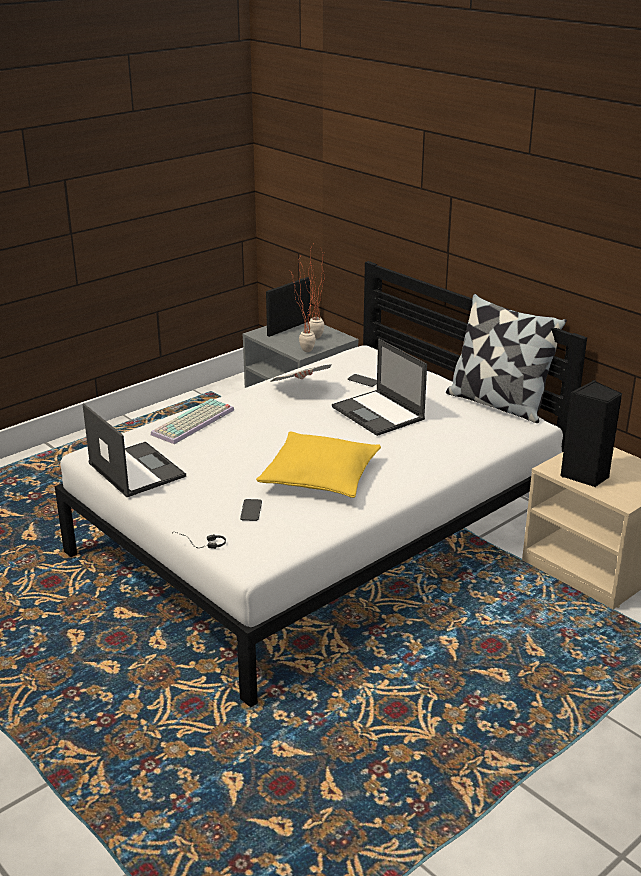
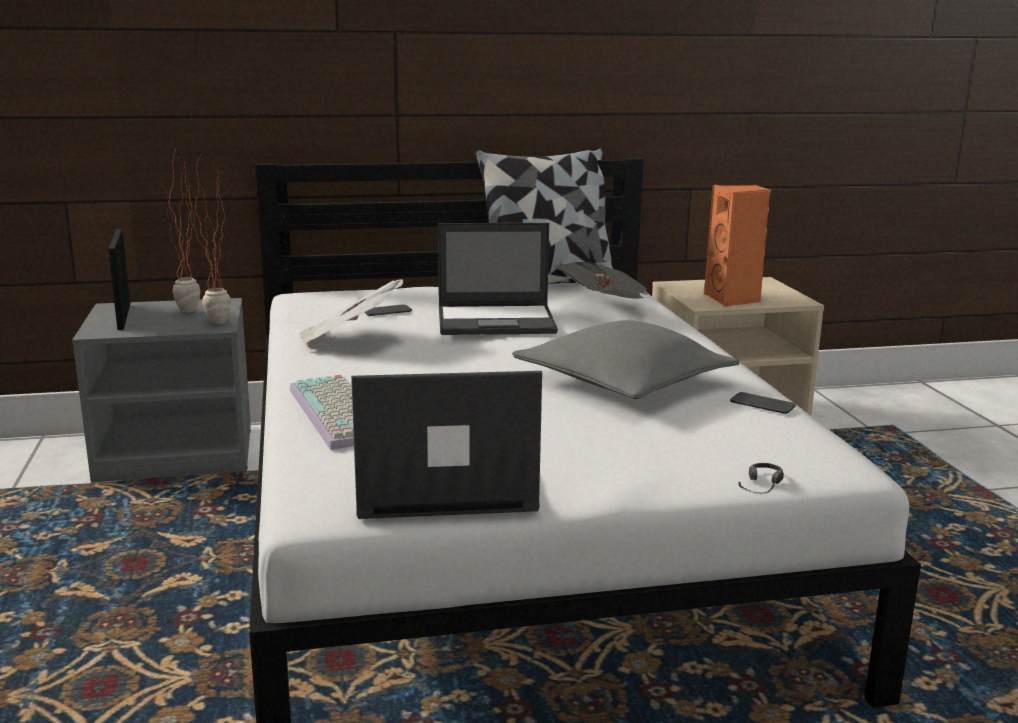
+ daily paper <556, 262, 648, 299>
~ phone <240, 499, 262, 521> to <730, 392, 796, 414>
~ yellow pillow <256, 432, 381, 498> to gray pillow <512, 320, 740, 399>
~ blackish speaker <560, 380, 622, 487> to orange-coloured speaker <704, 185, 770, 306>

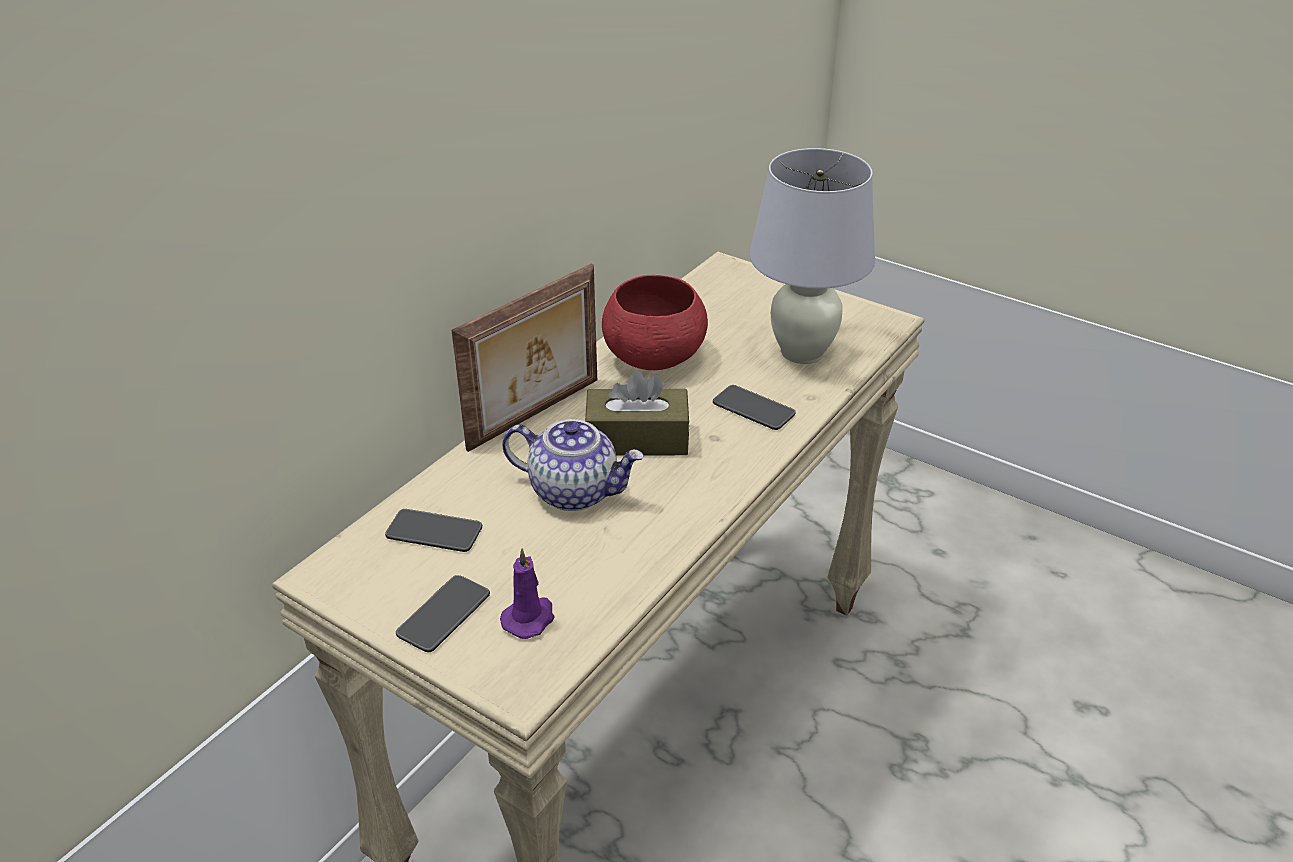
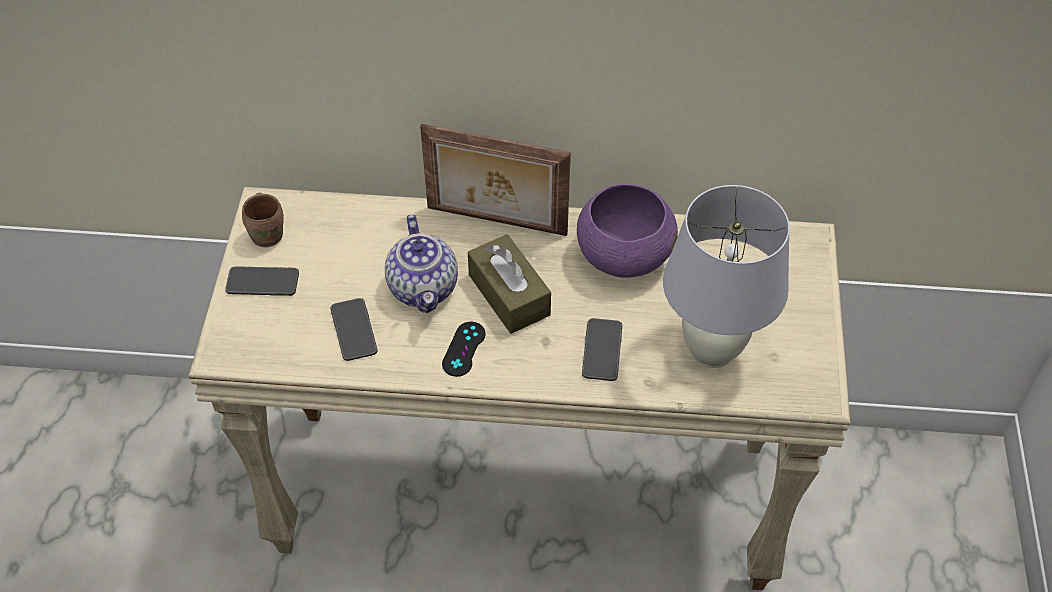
- purplish candle <500, 548, 555, 639>
+ brown coffee mug <242, 193, 284, 247>
+ blackish joypad <442, 322, 486, 377>
~ phone <385, 509, 482, 552> to <331, 298, 378, 361>
~ red bowl <602, 275, 708, 370> to purplish bowl <577, 184, 678, 277>

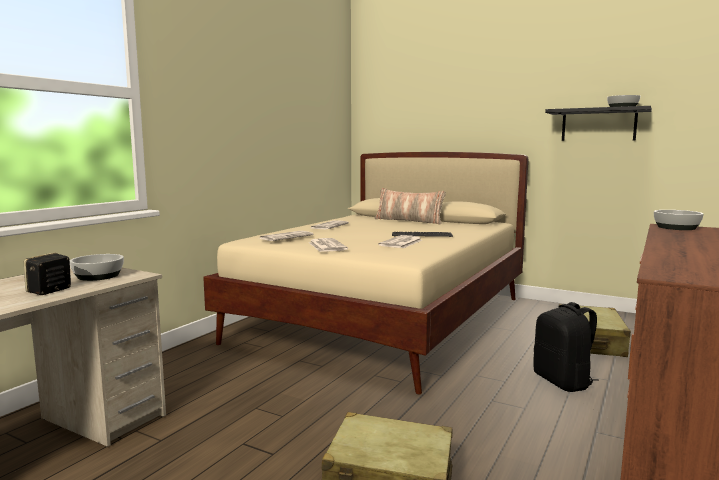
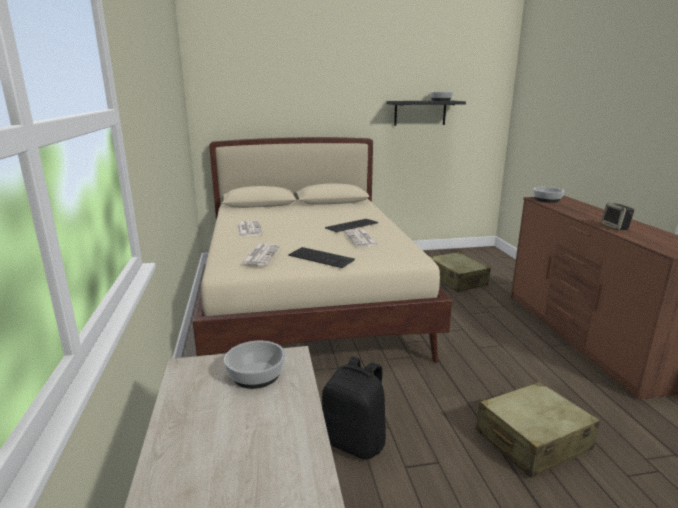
- pillow <375, 188, 446, 224>
~ speaker <24, 253, 71, 295> to <601, 203, 634, 230>
~ blackish knapsack <533, 302, 599, 392> to <322, 357, 386, 460>
~ daily paper <309, 238, 348, 252> to keyboard <288, 247, 355, 268>

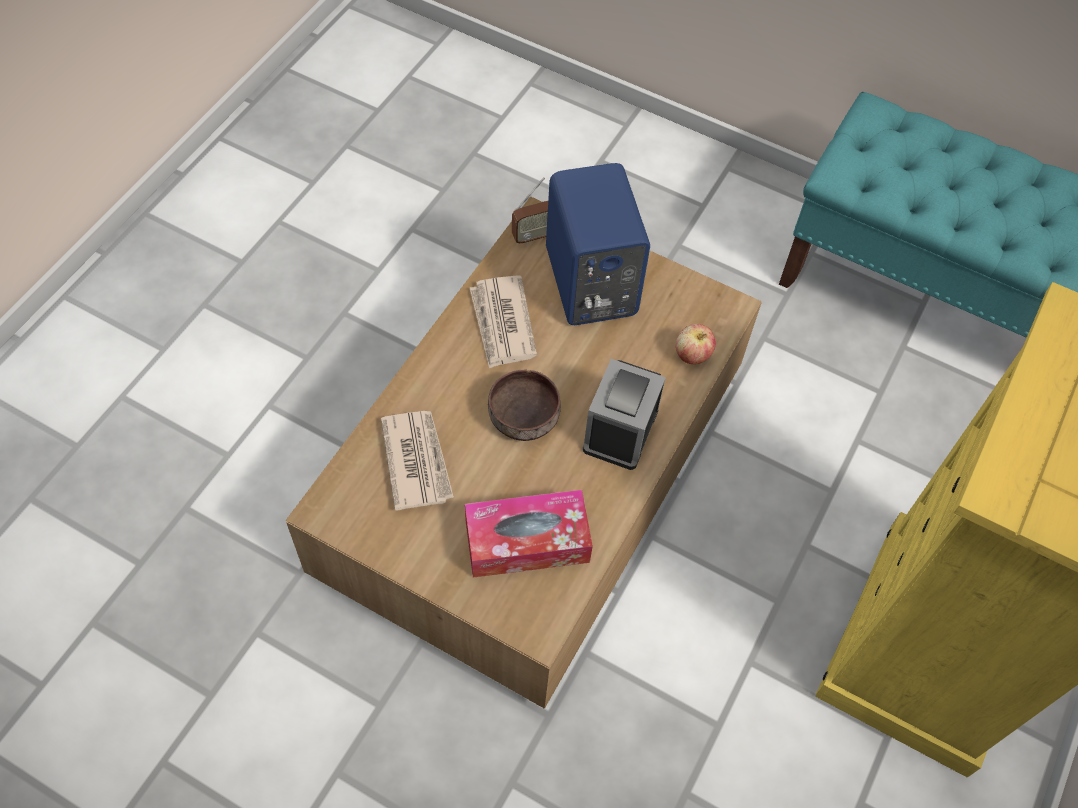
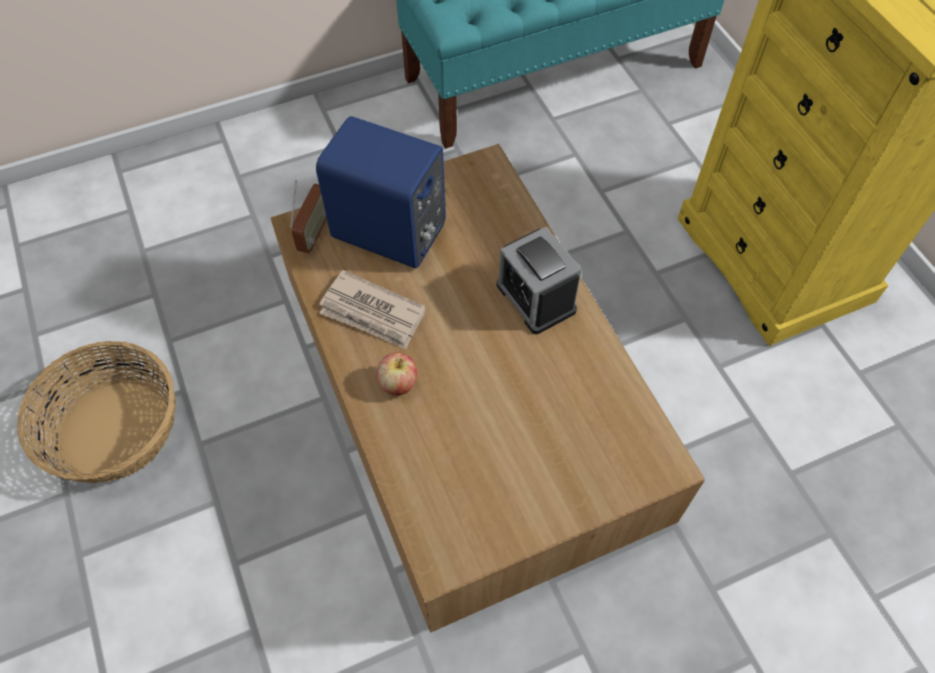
- daily paper <381, 411, 454, 511>
- tissue box <465, 490, 593, 578>
- brown bowl <488, 370, 561, 441>
+ storage basket <17, 341, 176, 483>
~ whole apple <676, 324, 716, 364> to <377, 352, 417, 395>

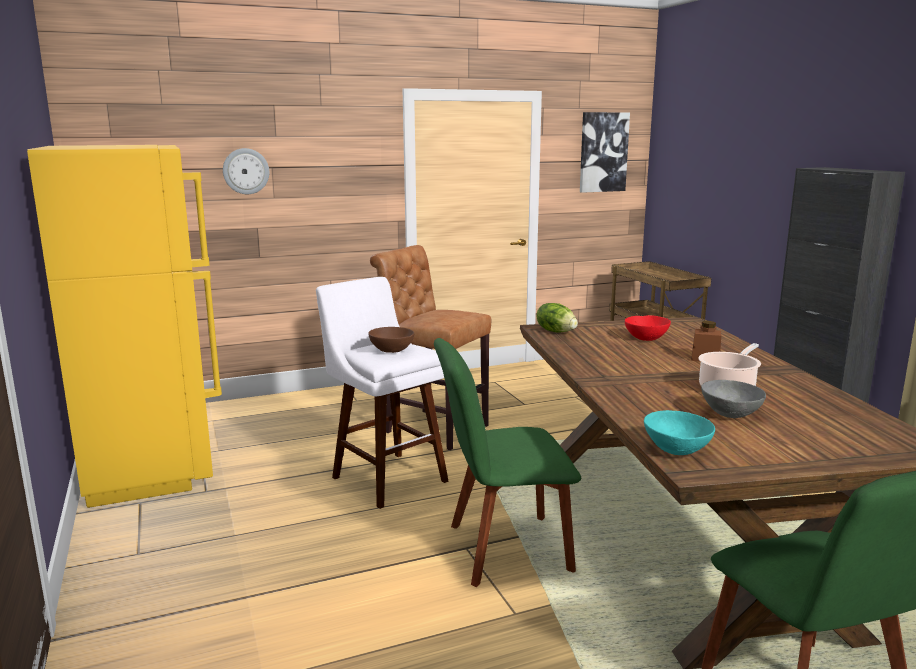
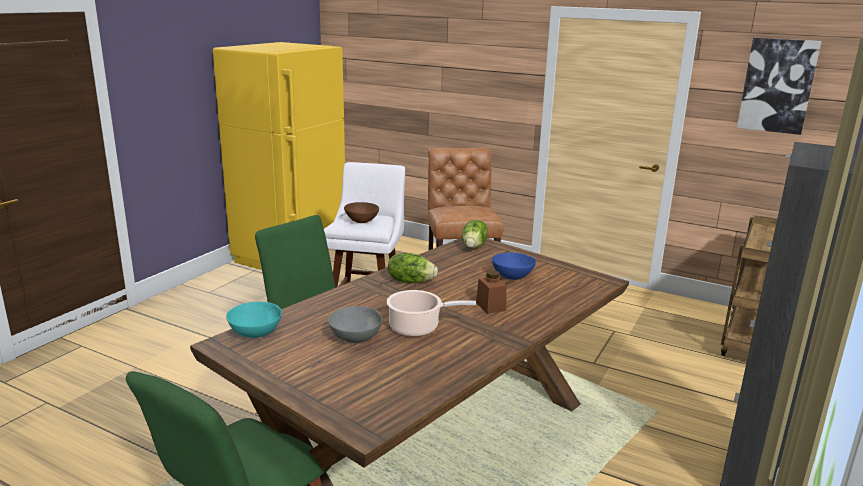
- clock on the wall <223, 148, 269, 194>
+ lettuce head <388, 253, 438, 283>
~ red bowl <625, 315, 671, 341> to blue-coloured bowl <492, 253, 536, 280>

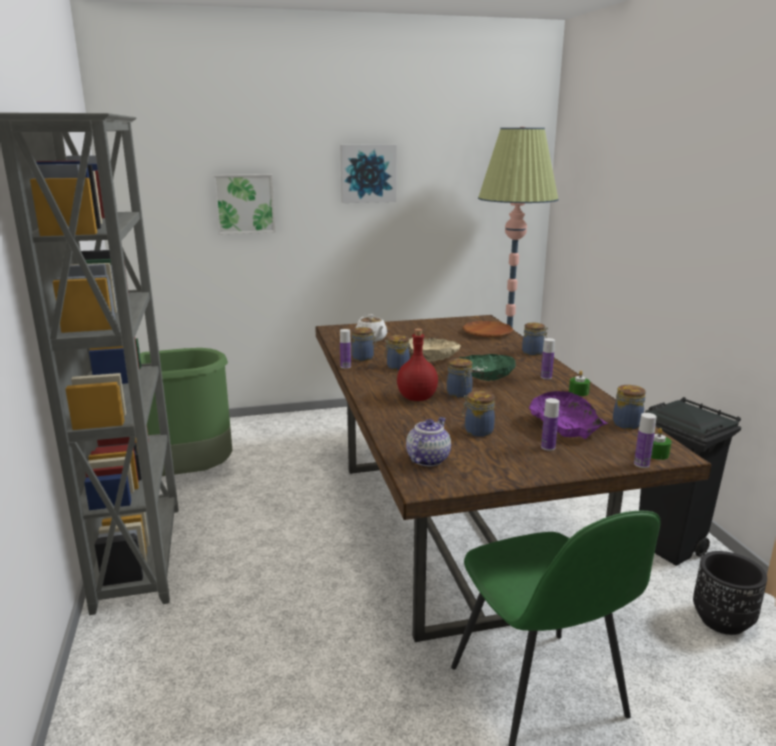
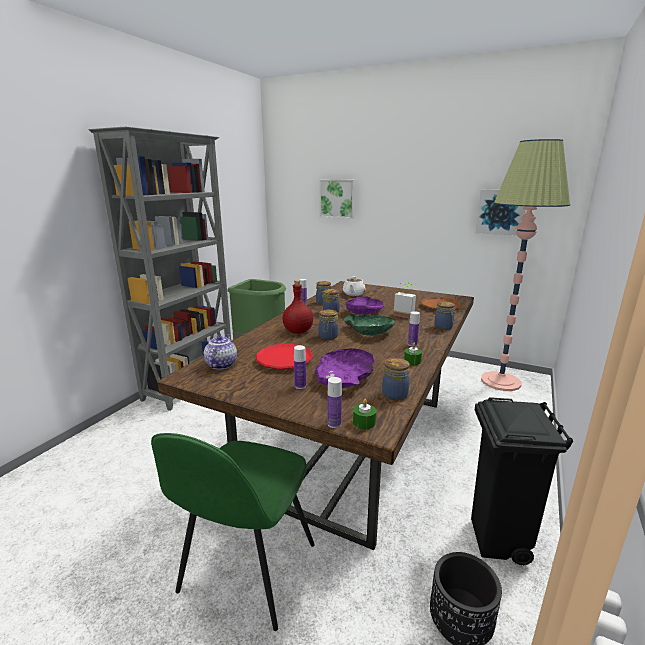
+ houseplant <394, 283, 416, 318>
~ wall art <340, 144, 397, 203> to <475, 189, 525, 236>
~ storage jar <462, 391, 495, 437> to red plate <256, 344, 313, 370>
~ sand-coloured bowl <409, 338, 460, 361> to purplish bowl <346, 296, 384, 315>
~ teapot <406, 417, 451, 466> = <204, 334, 237, 370> 60 degrees counterclockwise

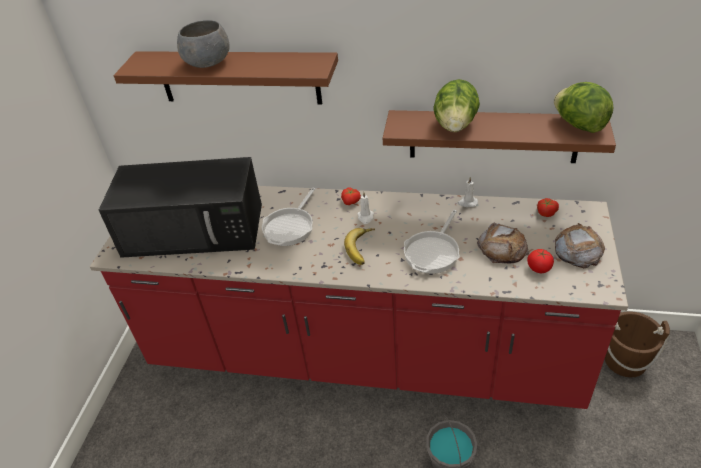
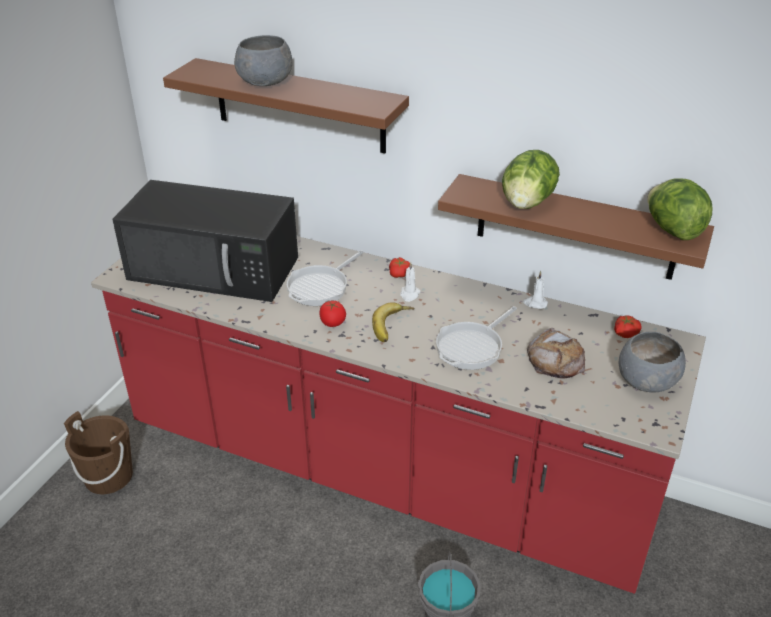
~ whole tomato <527, 249, 554, 273> to <319, 301, 346, 327>
~ brown water bucket <605, 311, 670, 377> to <64, 411, 133, 494>
~ baked bread <555, 223, 605, 268> to gray bowl <619, 332, 686, 392>

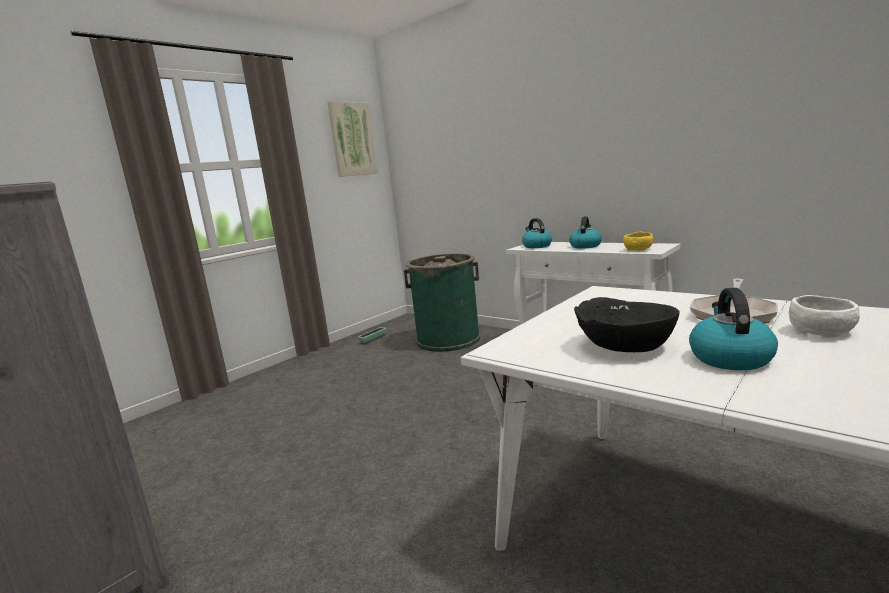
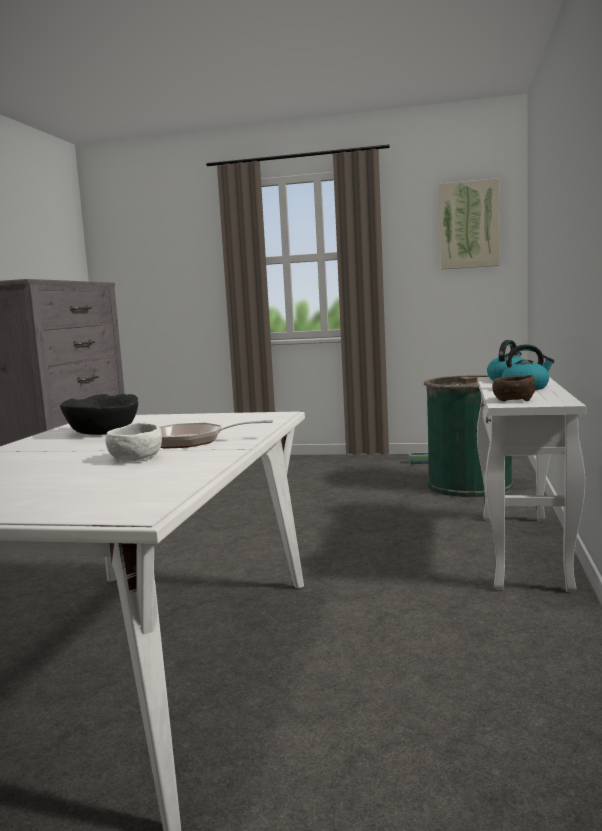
- water kettle <689, 288, 778, 370>
~ yellow bowl <623, 232, 653, 251> to brown bowl <493, 375, 535, 401>

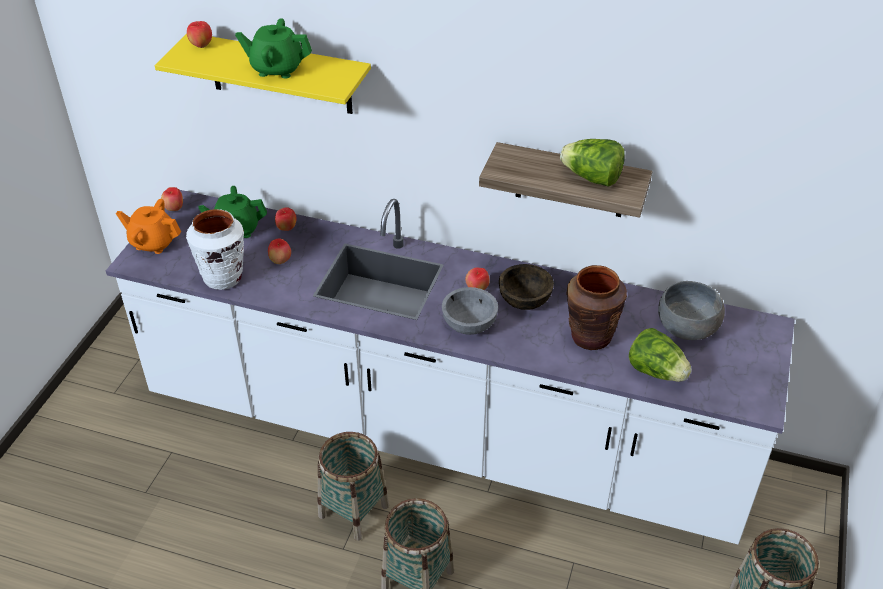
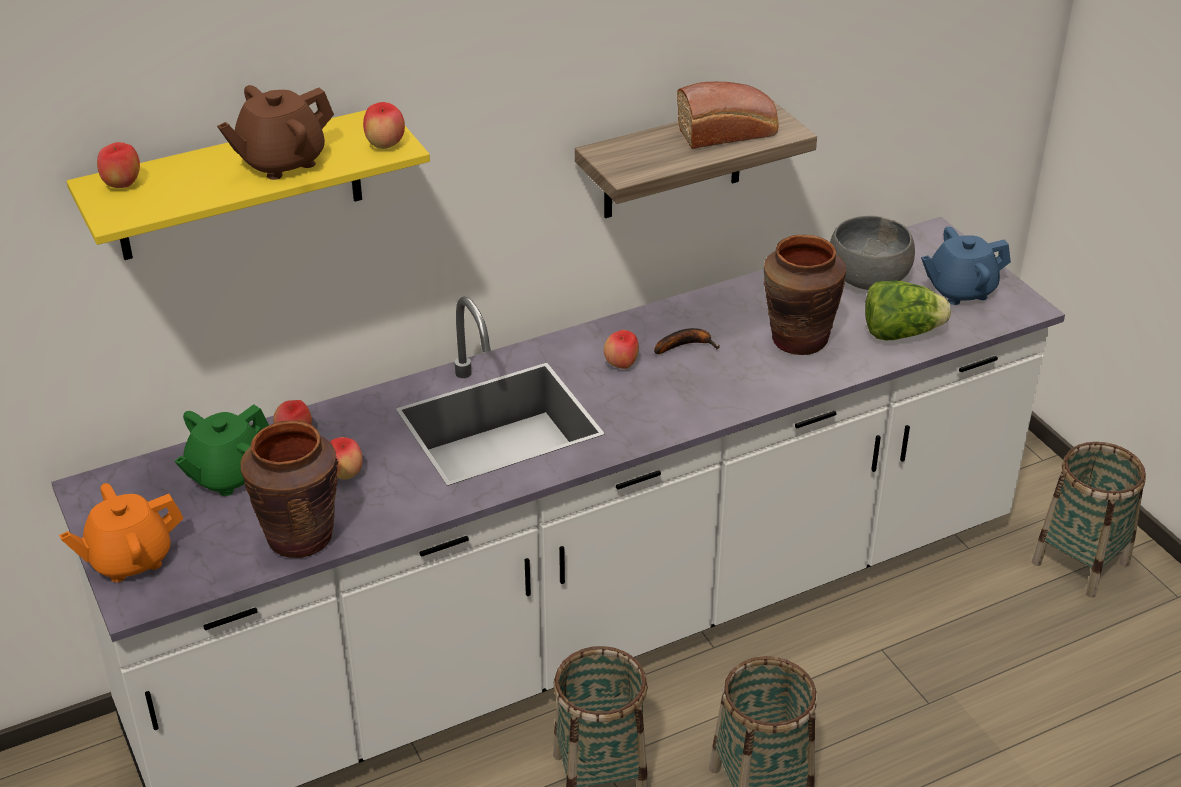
- gray bowl <442, 287, 498, 335>
+ blue-coloured teapot <921, 226, 1011, 305>
~ whole apple <161, 187, 183, 211> to <363, 102, 405, 149>
~ brown bowl <499, 264, 554, 310> to whole banana <654, 328, 720, 354>
~ lettuce head <560, 139, 625, 187> to baked bread <677, 82, 779, 149>
~ whitish flower vase <186, 209, 244, 290> to brown flower vase <240, 420, 339, 558>
~ green-coloured teapot <235, 18, 312, 79> to brown teapot <217, 85, 334, 180>

